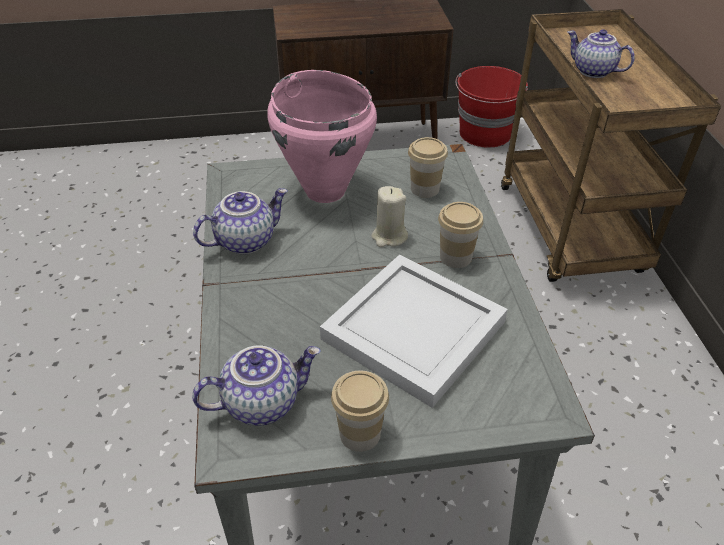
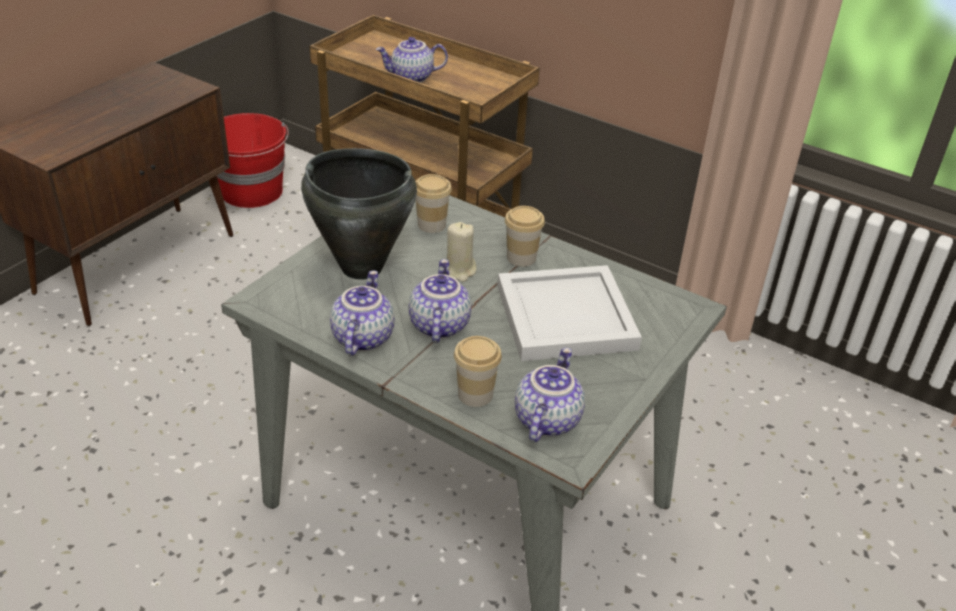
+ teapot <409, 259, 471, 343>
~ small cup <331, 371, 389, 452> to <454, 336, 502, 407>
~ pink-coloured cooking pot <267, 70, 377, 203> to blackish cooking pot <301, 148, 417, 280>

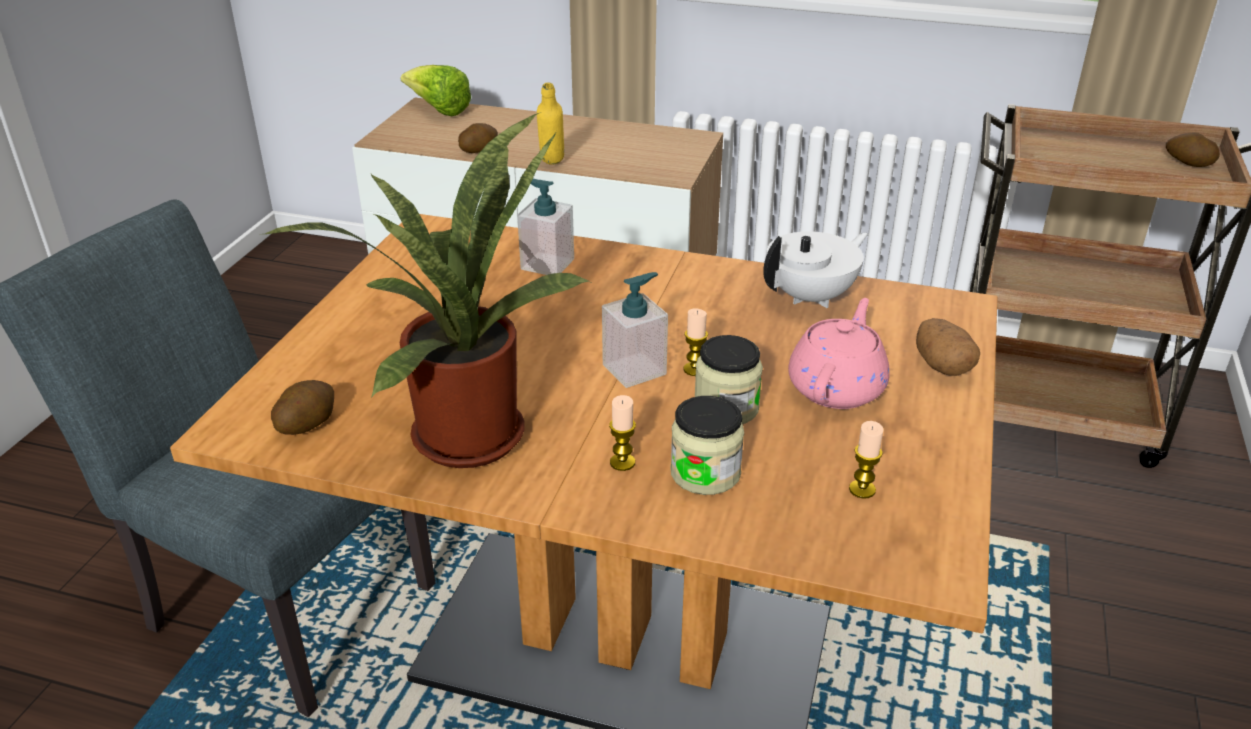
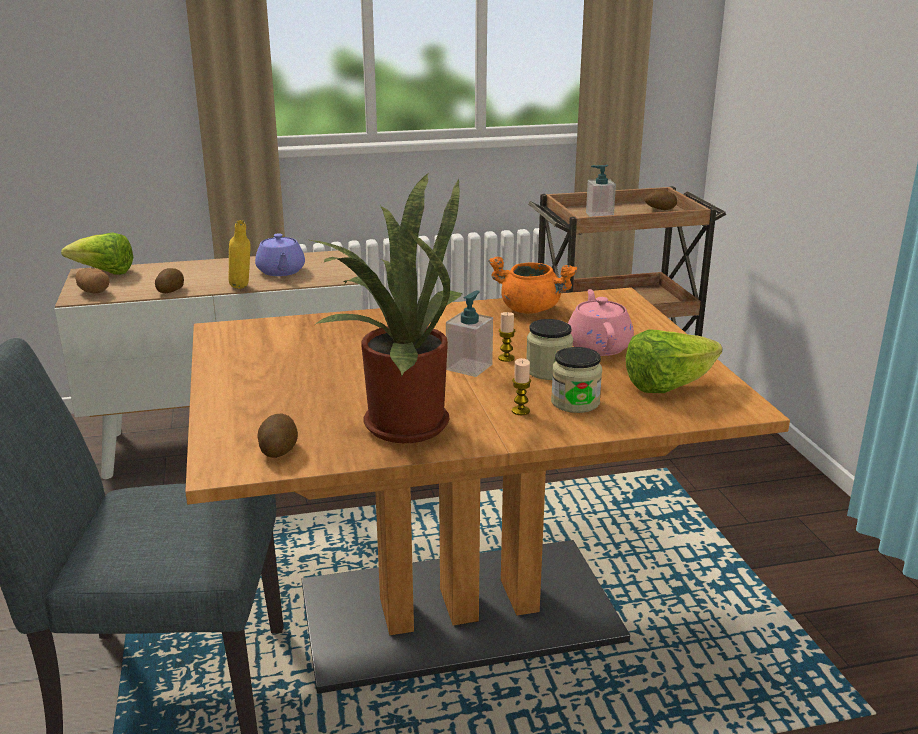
+ purplish teapot <255, 233, 305, 276>
~ soap dispenser <517, 179, 574, 275> to <586, 165, 616, 217>
~ whole potato <916, 318, 980, 376> to <75, 268, 110, 294>
~ whitish teapot <763, 231, 868, 308> to orange-coloured cooking pot <488, 256, 577, 314>
~ candle <849, 421, 884, 499> to lettuce head <626, 329, 723, 393>

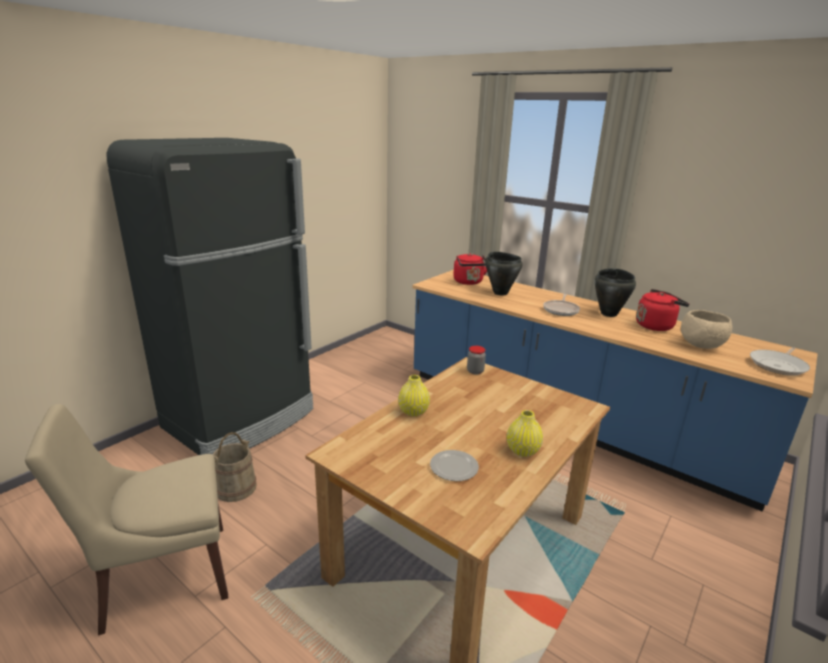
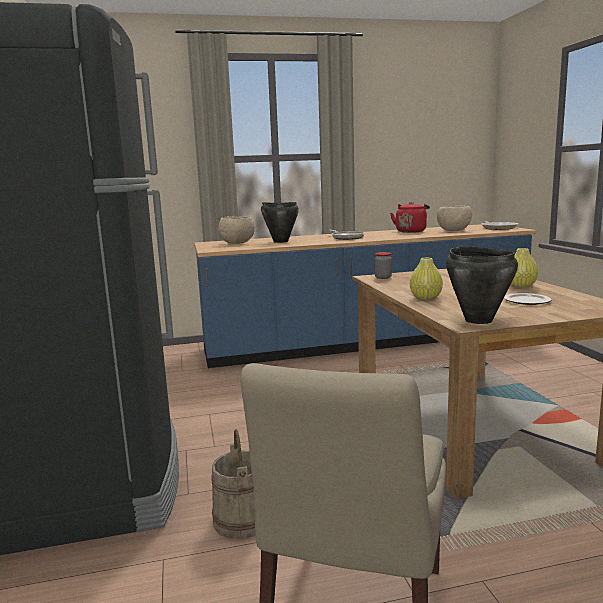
~ blackish cooking pot <594, 268, 636, 317> to <446, 246, 518, 324>
~ red water kettle <453, 253, 487, 285> to sand-coloured bowl <218, 216, 255, 244>

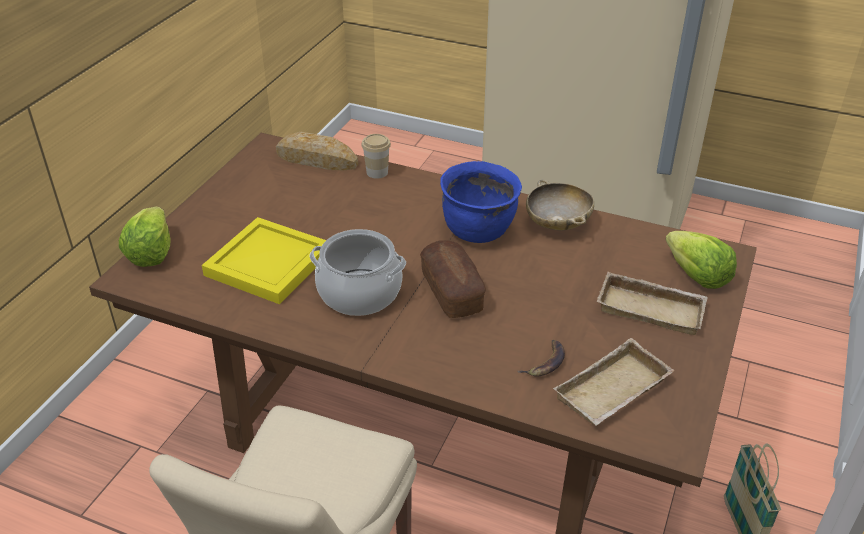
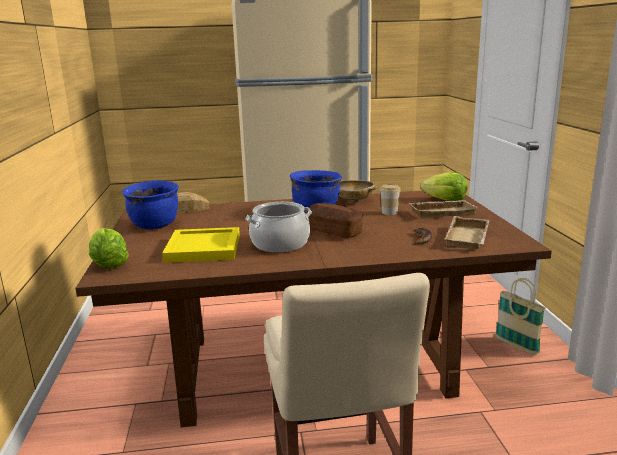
+ blue-coloured cooking pot <122, 180, 179, 229>
~ small cup <361, 134, 391, 179> to <380, 184, 401, 215>

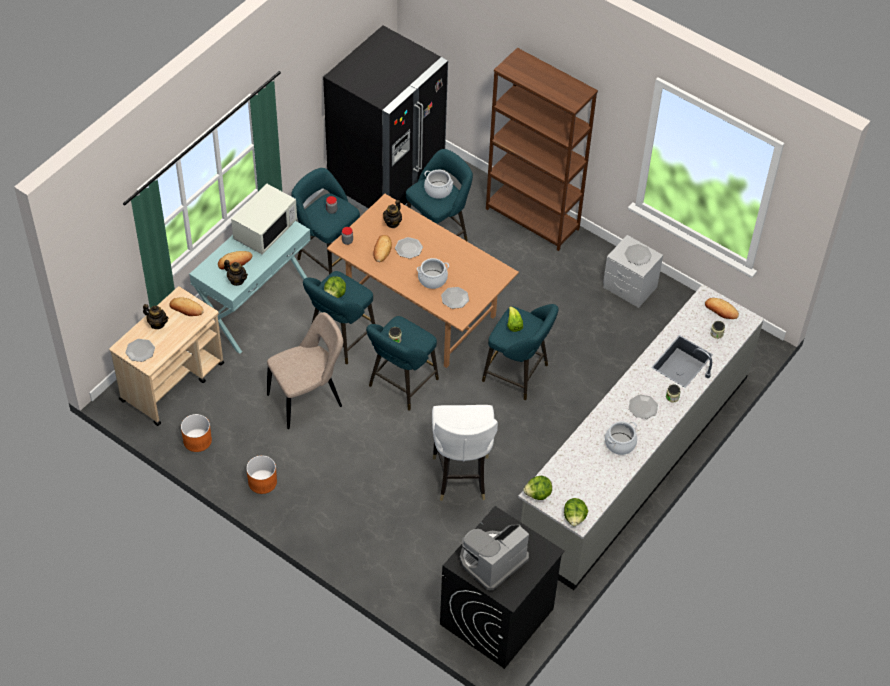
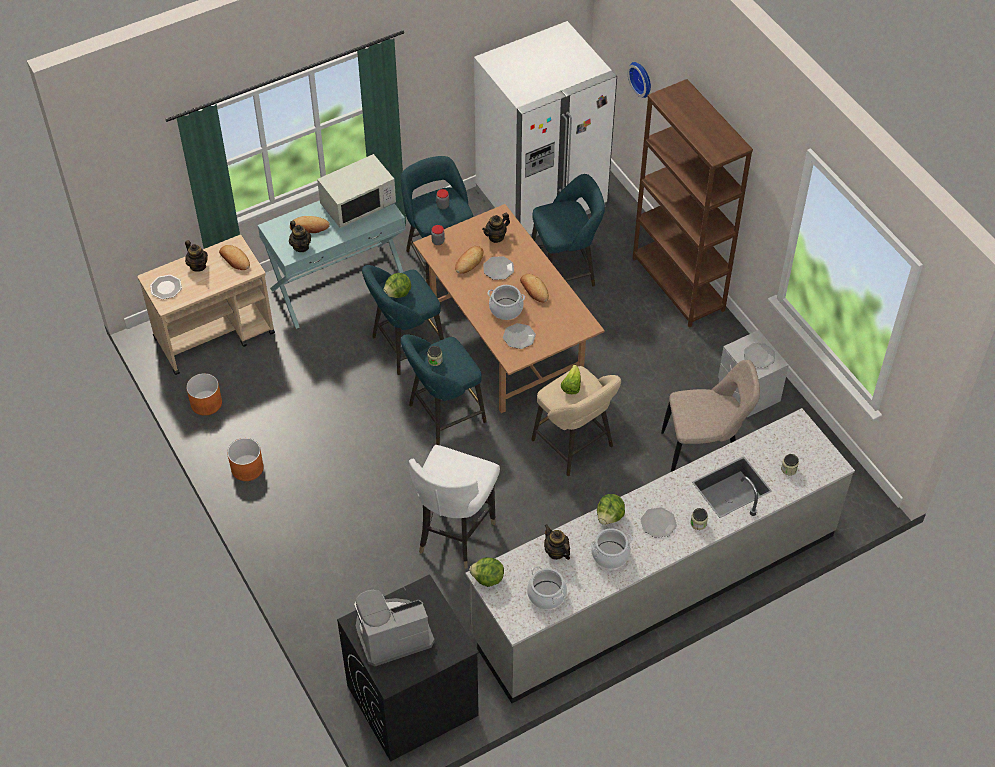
+ teapot <544, 524, 570, 560>
+ clock on the wall <627, 62, 651, 98>
~ sand-coloured plain chair <267, 312, 343, 429> to <661, 360, 760, 472>
~ cooking pot <424, 170, 453, 199> to <527, 566, 567, 609>
~ lettuce head <564, 498, 588, 526> to <597, 494, 625, 525>
~ baked bread <705, 298, 739, 319> to <520, 274, 549, 302>
~ blackish refrigerator <323, 25, 448, 212> to whitish refrigerator <474, 21, 617, 237>
~ turquoise stool <482, 304, 558, 400> to sand-coloured stool <531, 366, 621, 476>

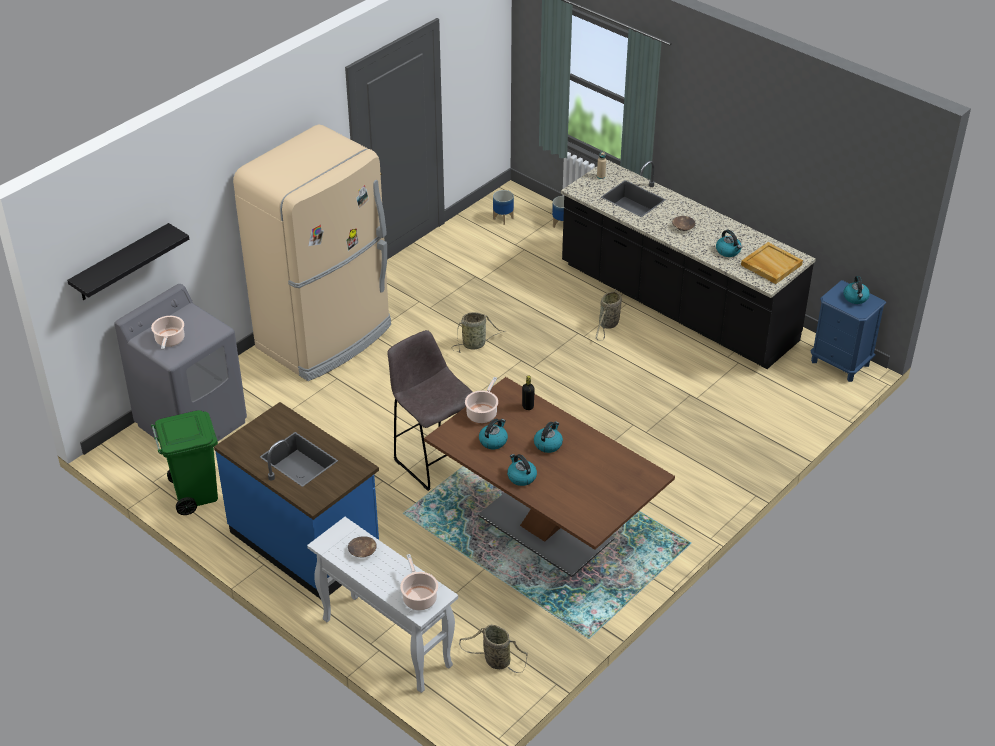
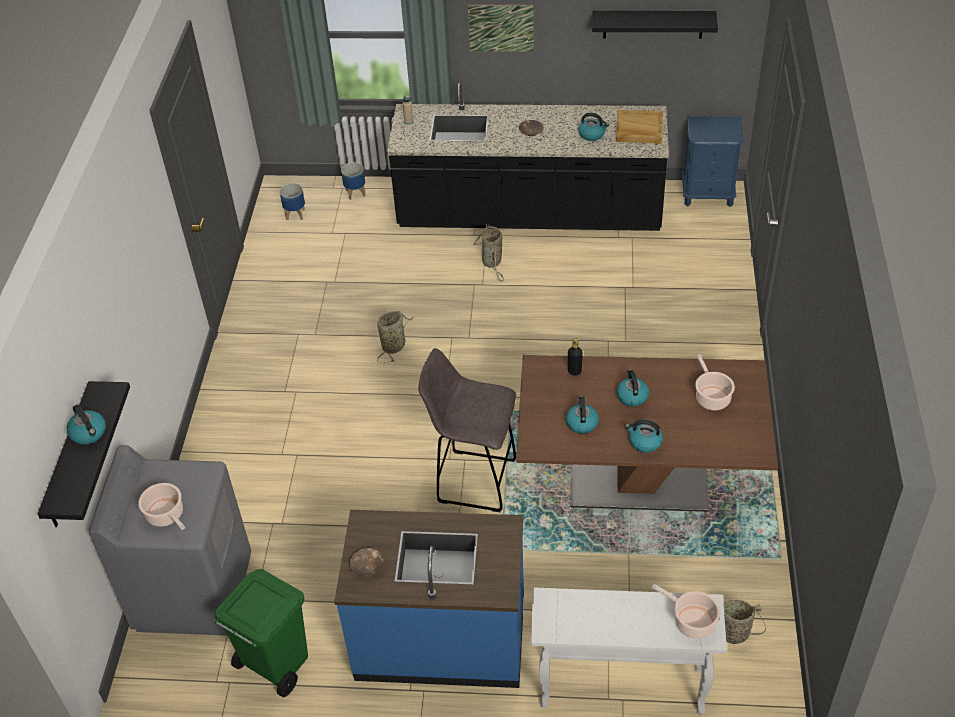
- sand-coloured refrigerator <233, 125, 391, 381>
+ wall art <468, 5, 534, 52>
+ blackish shelf <592, 11, 718, 39>
~ brown bowl <348, 536, 377, 557> to <349, 548, 384, 577>
~ cooking pot <465, 377, 498, 423> to <695, 354, 735, 410>
~ water kettle <843, 276, 870, 304> to <67, 404, 106, 445>

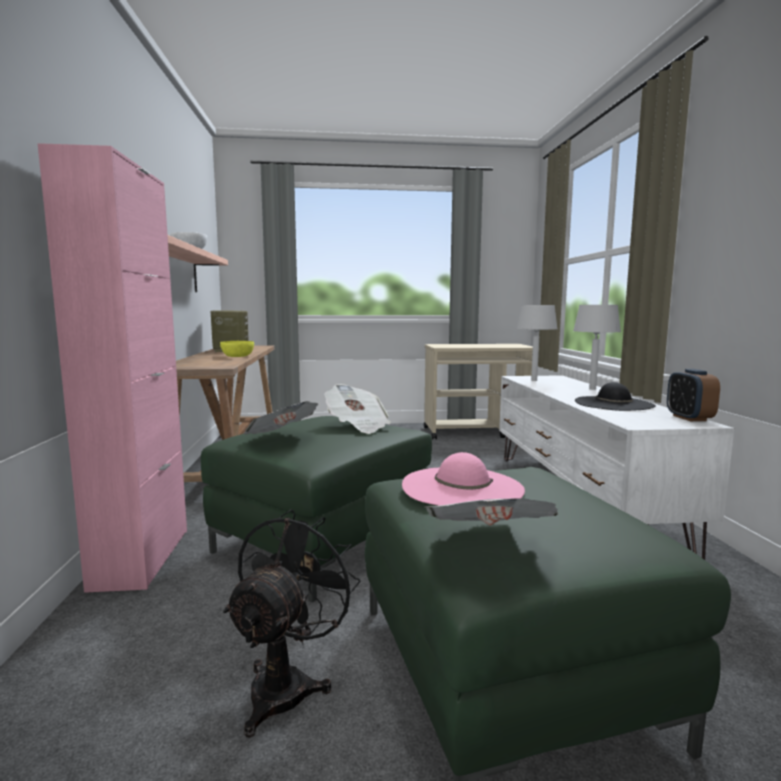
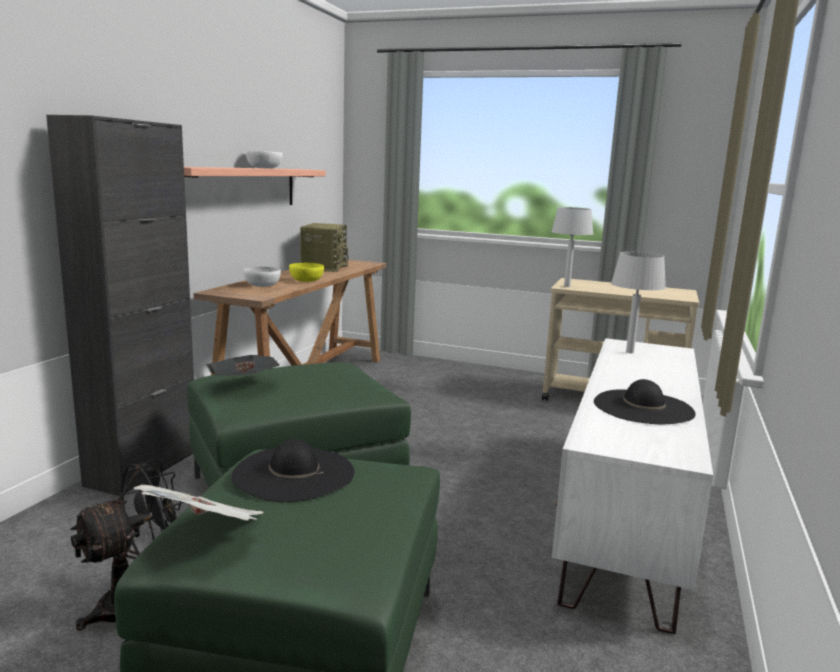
- daily paper <324, 384, 391, 434>
- bedside clock <667, 369, 720, 421>
+ whitish bowl <243, 267, 281, 287>
~ gray table lamp <573, 305, 621, 390> to <551, 207, 593, 287>
~ pink-coloured cabinet <38, 143, 187, 593> to blackish cabinet <46, 115, 194, 496>
~ pink-coloured wearable hat <402, 452, 525, 506> to blackish wearable hat <231, 439, 354, 502>

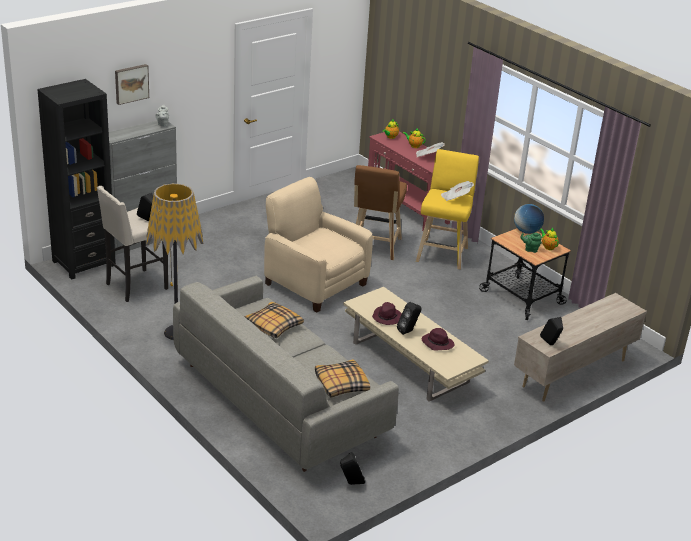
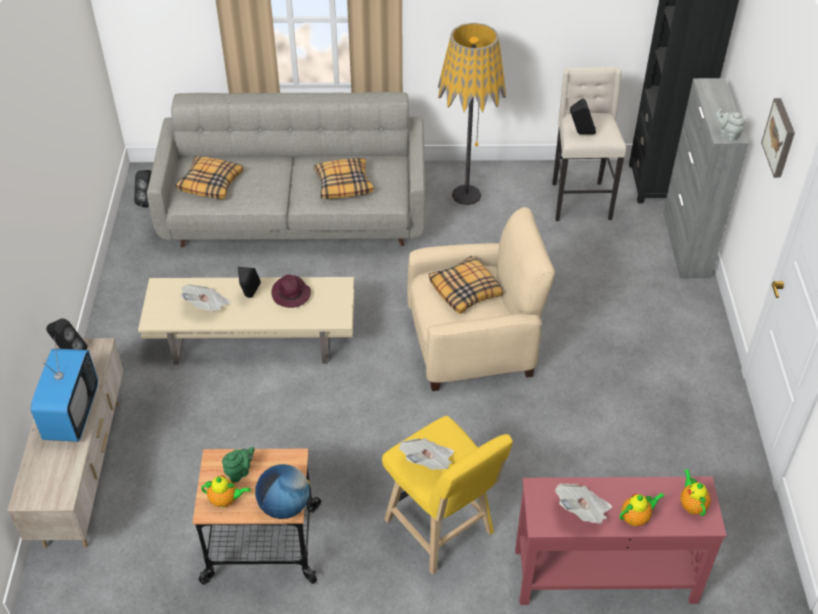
- brown stool <354, 165, 407, 260>
+ TV set <31, 336, 98, 442>
+ pillow <429, 256, 503, 314>
~ wall art <115, 64, 149, 105> to <761, 98, 795, 178>
~ purplish wearable hat <422, 328, 455, 351> to daily paper <180, 284, 231, 312>

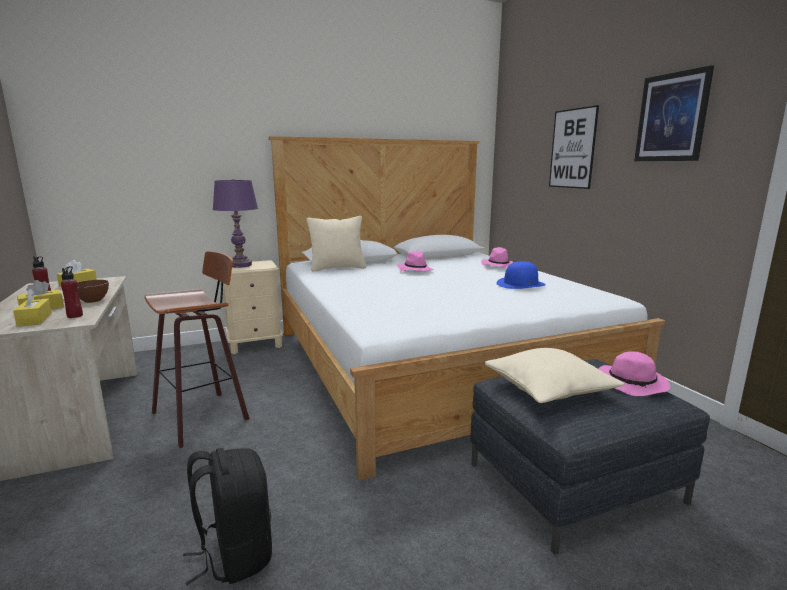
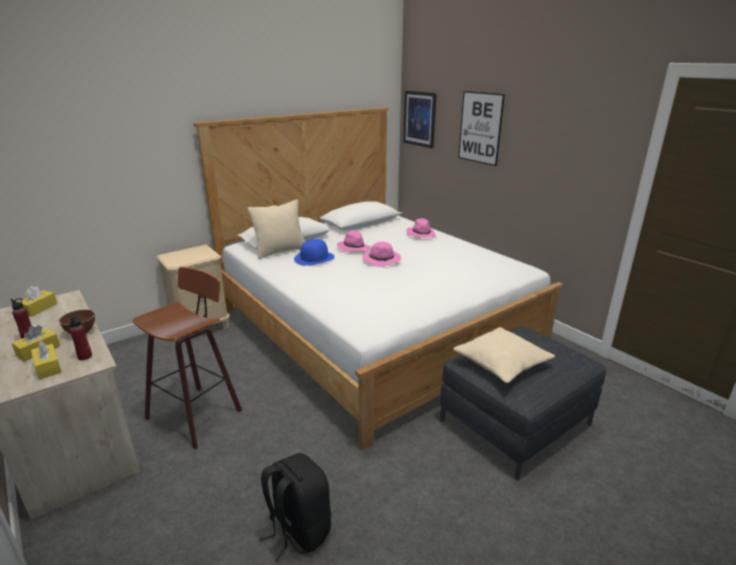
- purplish table lamp <213, 179, 258, 268>
~ blue-coloured wearable hat <496, 261, 546, 289> to <294, 239, 335, 266>
~ pink-coloured wearable hat <599, 351, 670, 396> to <362, 242, 401, 267>
~ wall art <634, 65, 714, 161> to <403, 90, 437, 148>

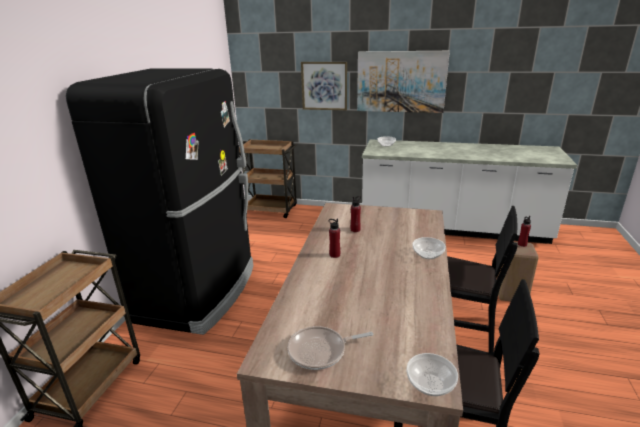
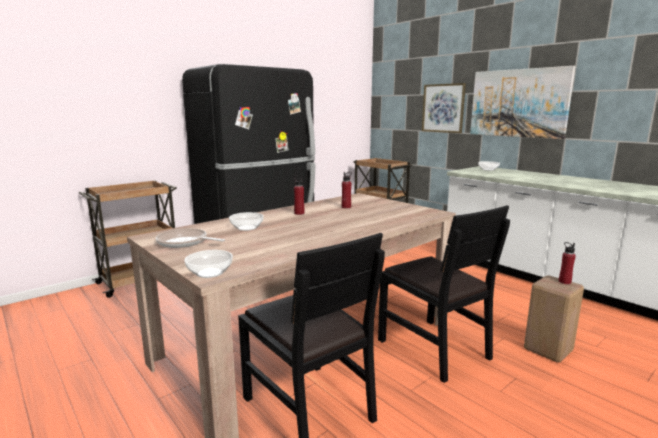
~ bowl <412, 237, 446, 259> to <229, 212, 264, 231>

